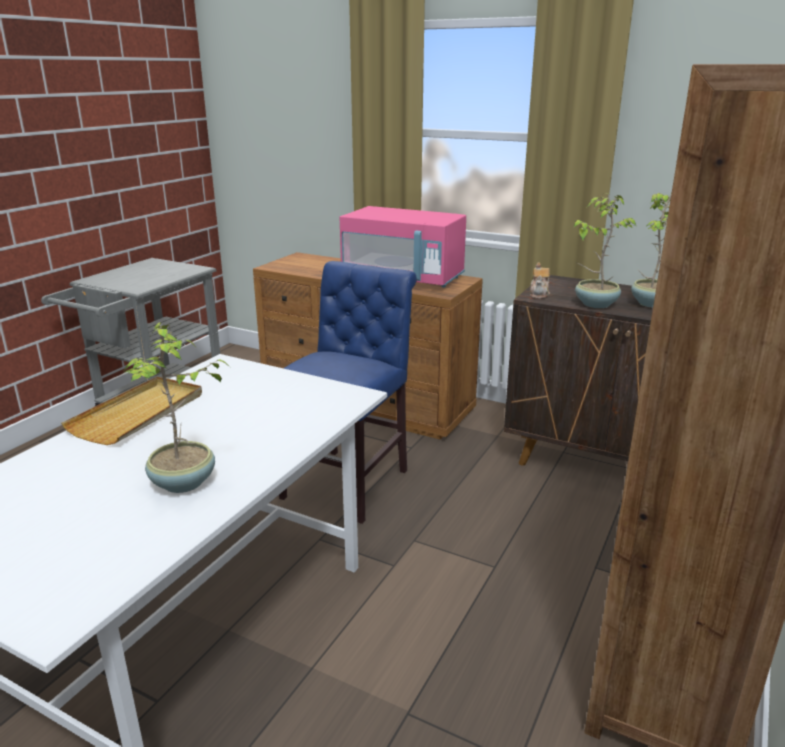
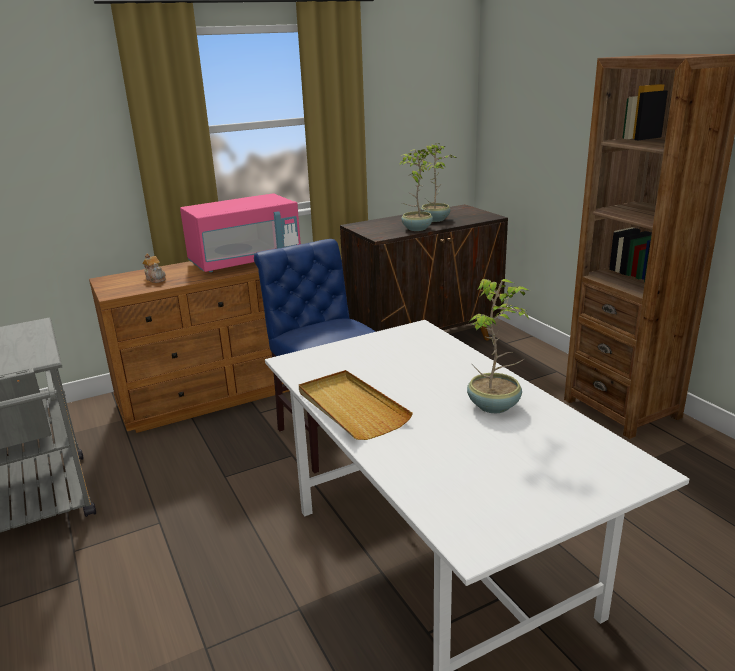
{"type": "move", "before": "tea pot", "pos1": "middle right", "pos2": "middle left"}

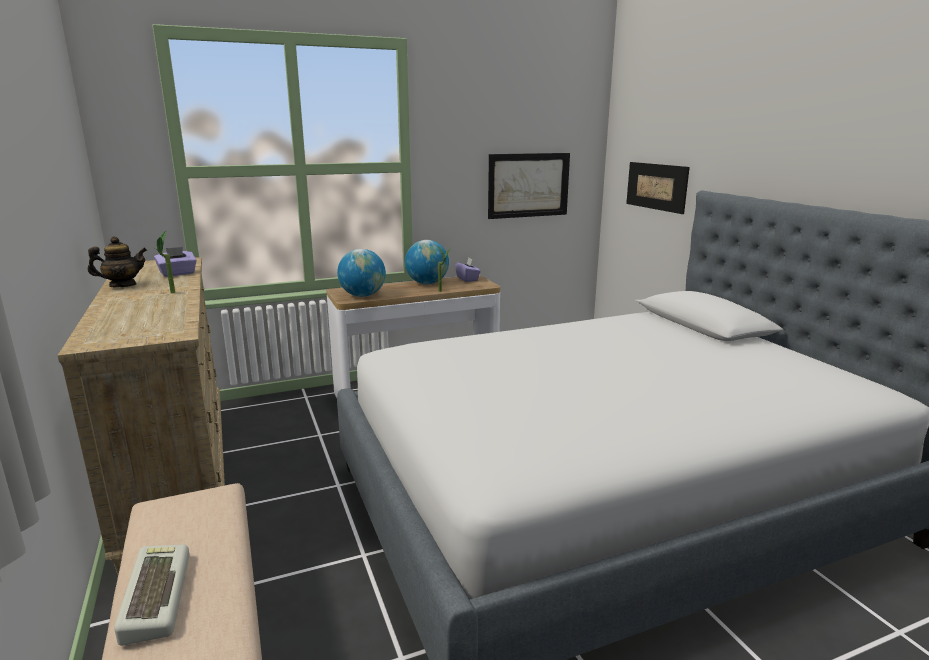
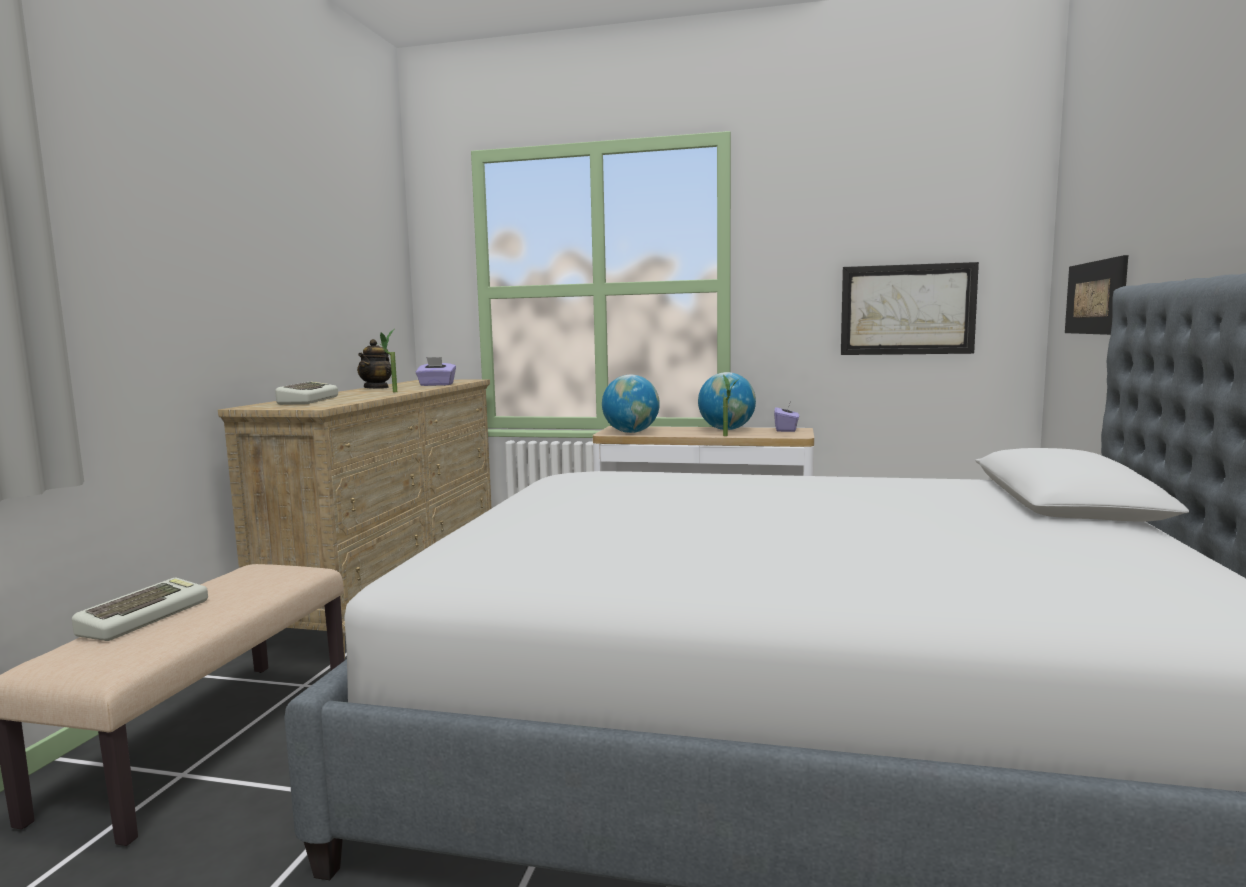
{"type": "rotate", "before": "tea pot", "pos1": "middle left", "pos2": "middle left", "turn": 90}
{"type": "insert", "after": "computer keyboard (2nd from left)", "pos2": "middle left"}

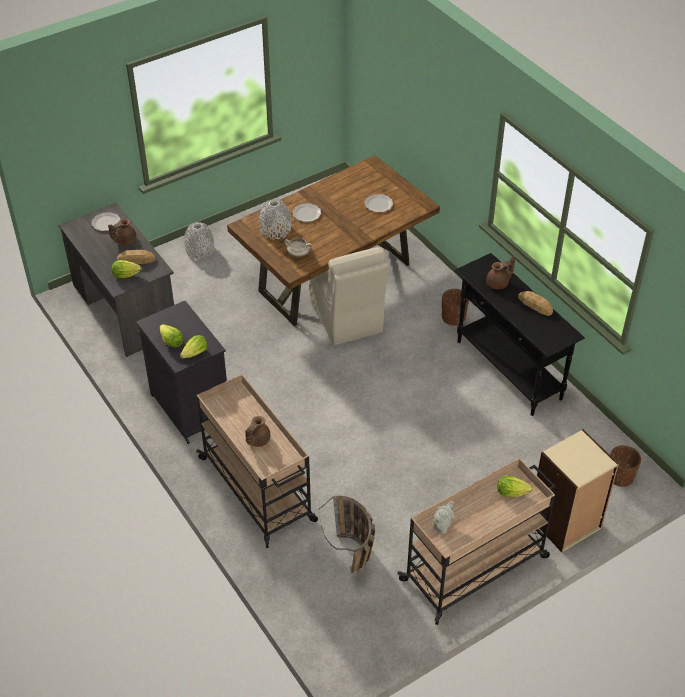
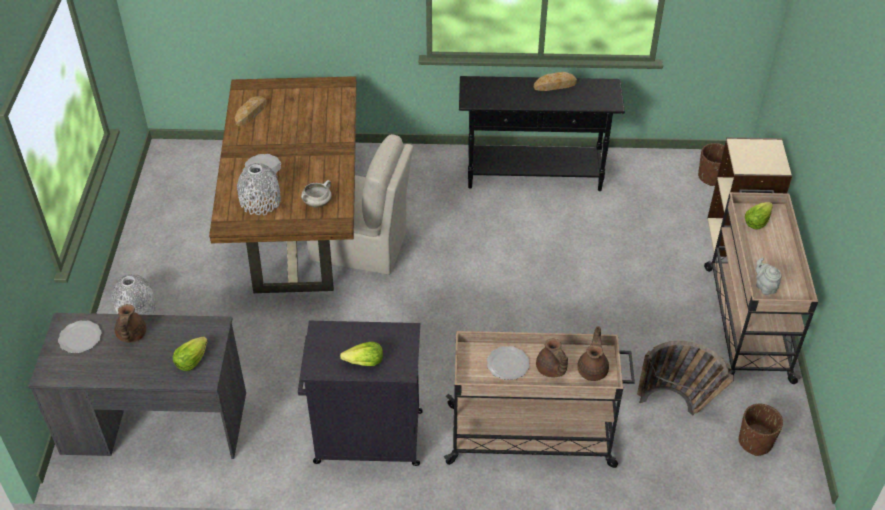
{"type": "move", "before": "dinner plate (3rd from left)", "pos1": "top centre", "pos2": "bottom centre"}
{"type": "move", "before": "bakery bread (1st from left)", "pos1": "middle left", "pos2": "top left"}
{"type": "move", "before": "brown-coloured tea pot (3rd from left)", "pos1": "middle right", "pos2": "bottom right"}
{"type": "move", "before": "brown-coloured plant pot (1st from left in the first image)", "after": "brown-coloured plant pot (2nd from left)", "pos1": "centre", "pos2": "bottom right"}
{"type": "delete", "before": "lettuce (3rd from left)", "pos1": "middle left"}

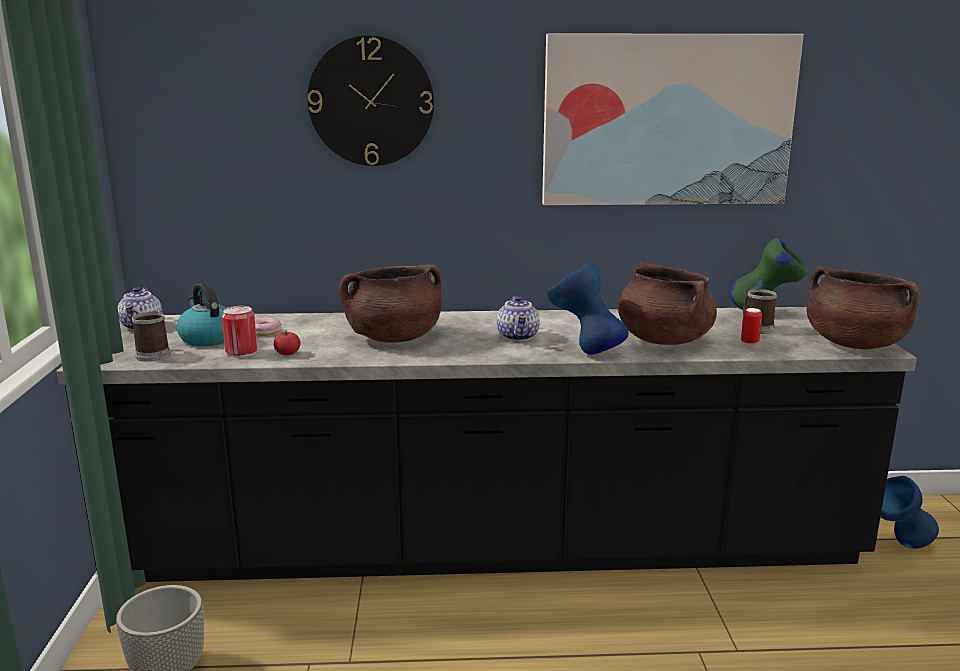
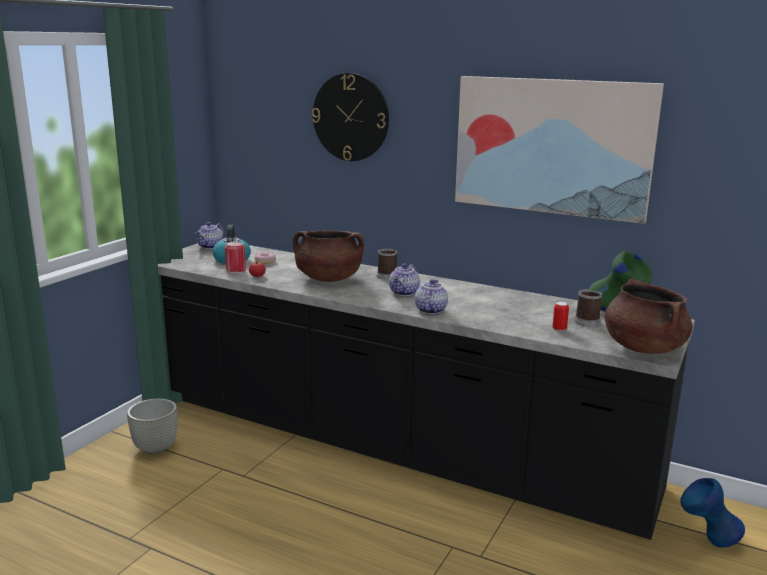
{"type": "delete", "before": "brown-coloured saucepot (2nd from left)", "pos1": "middle right"}
{"type": "replace", "before": "blue-coloured vase (1st from left)", "after": "tea pot (3rd from left)", "pos1": "centre", "pos2": "centre"}
{"type": "move", "before": "tea mug (1st from left)", "pos1": "middle left", "pos2": "centre"}

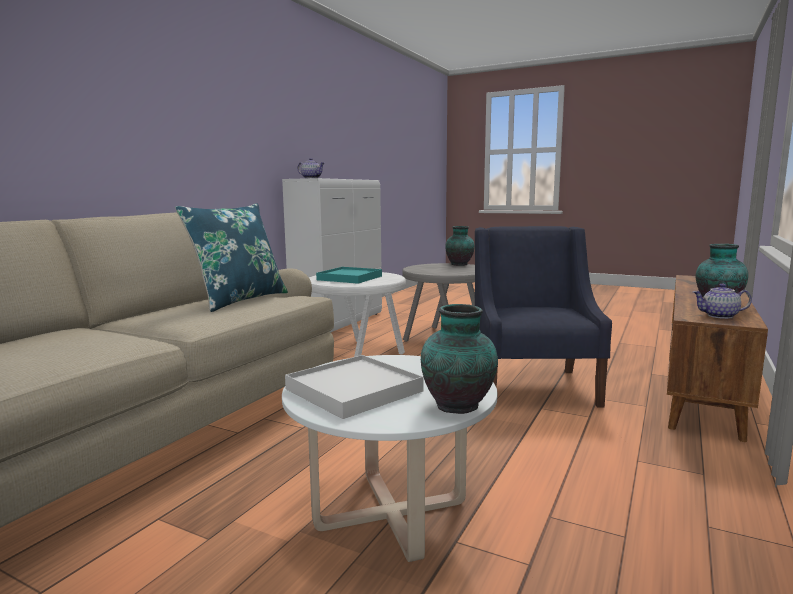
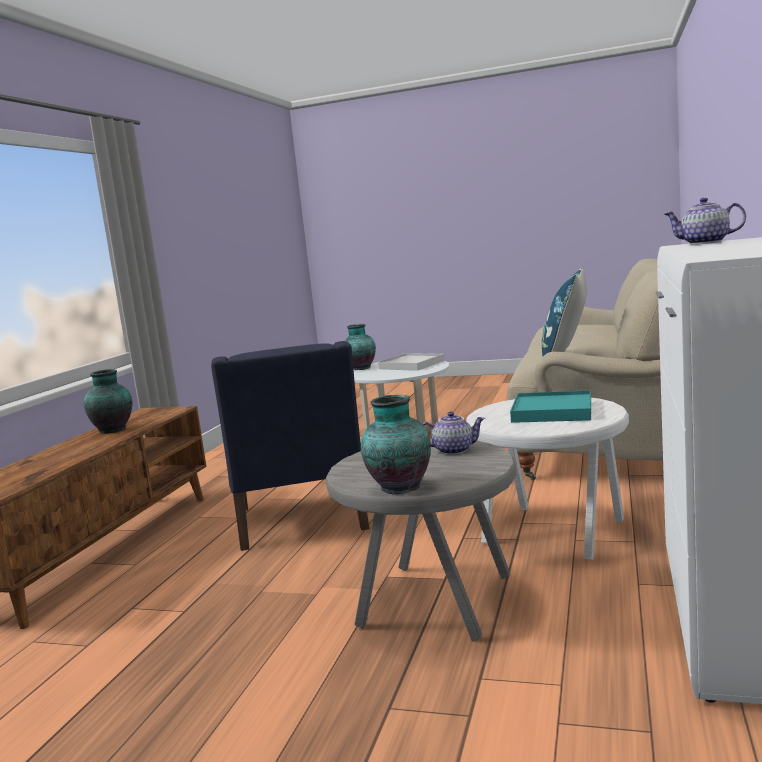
{"type": "move", "before": "tea pot (2nd from left in the first image)", "after": "tea pot (1st from left)", "pos1": "middle right", "pos2": "centre"}

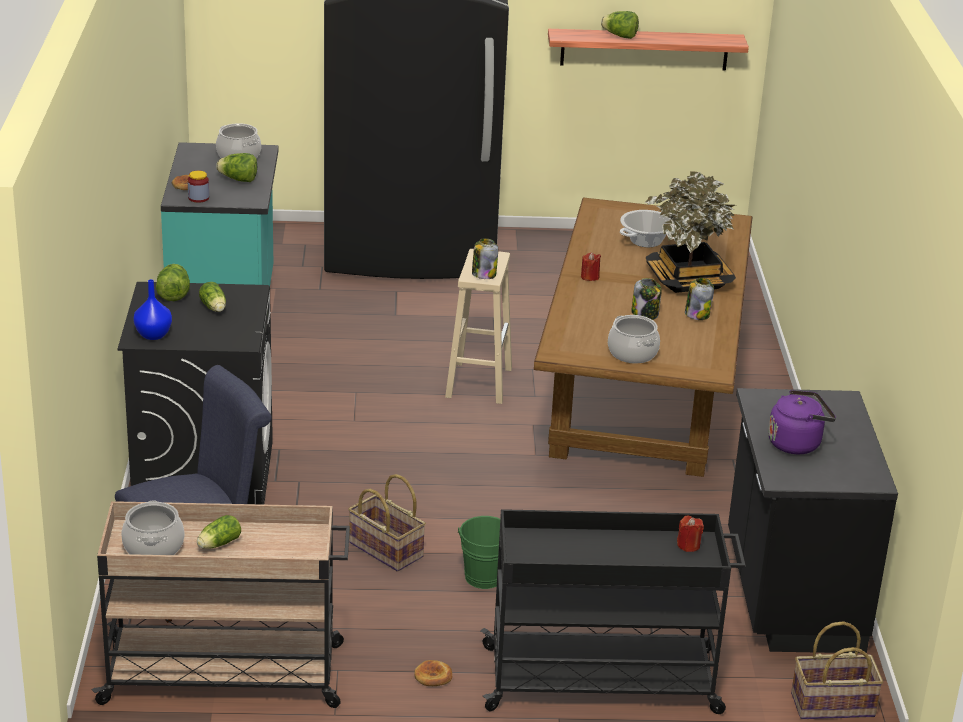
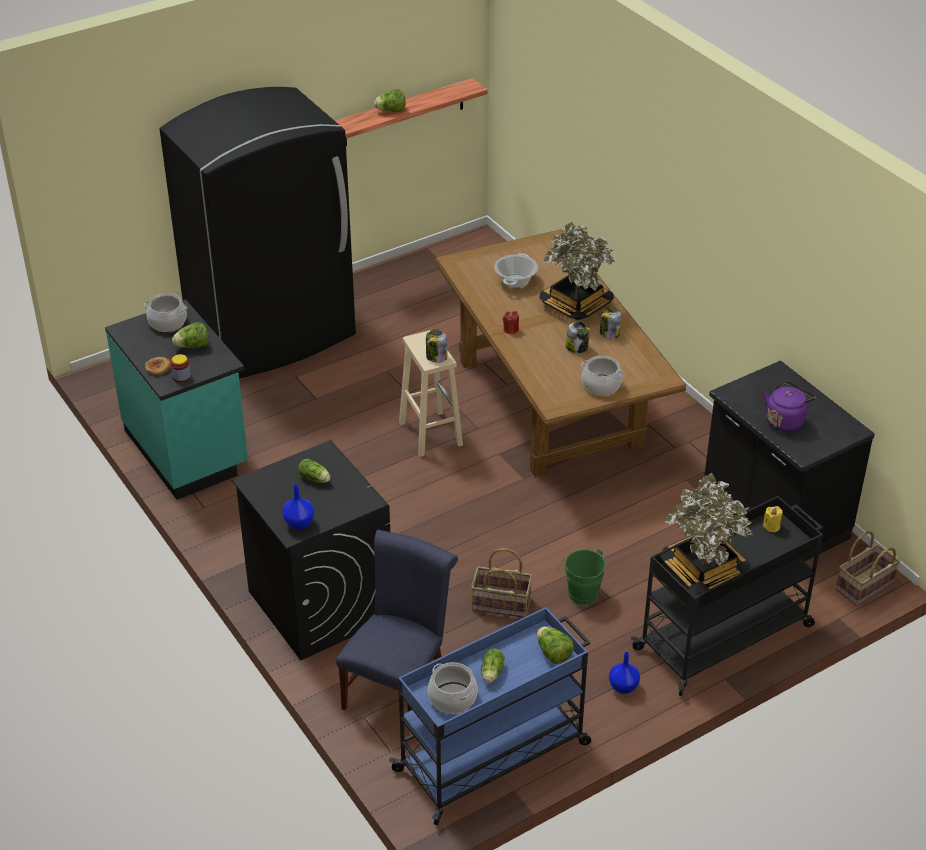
{"type": "move", "before": "lettuce (1st from left in the first image)", "after": "lettuce (5th from left)", "pos1": "middle left", "pos2": "bottom centre"}
{"type": "recolor", "before": "beige-coloured trolley", "after": "blue-coloured trolley", "pos1": "bottom left", "pos2": "bottom centre"}
{"type": "recolor", "before": "red candle (2nd from left)", "after": "yellow candle", "pos1": "bottom right", "pos2": "middle right"}
{"type": "replace", "before": "bakery bread (2nd from left)", "after": "blue-coloured vase (2nd from left)", "pos1": "bottom centre", "pos2": "bottom right"}
{"type": "insert", "after": "houseplant (2nd from left)", "pos2": "middle right"}

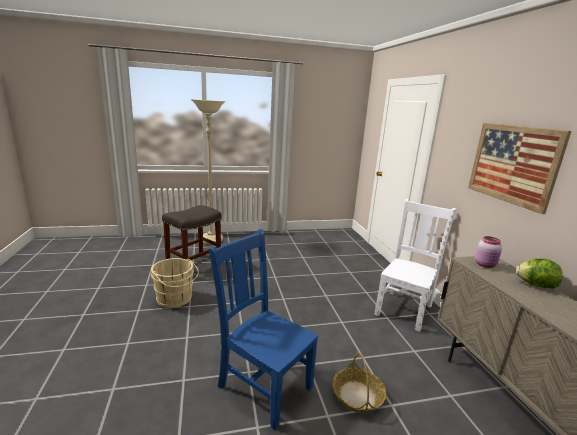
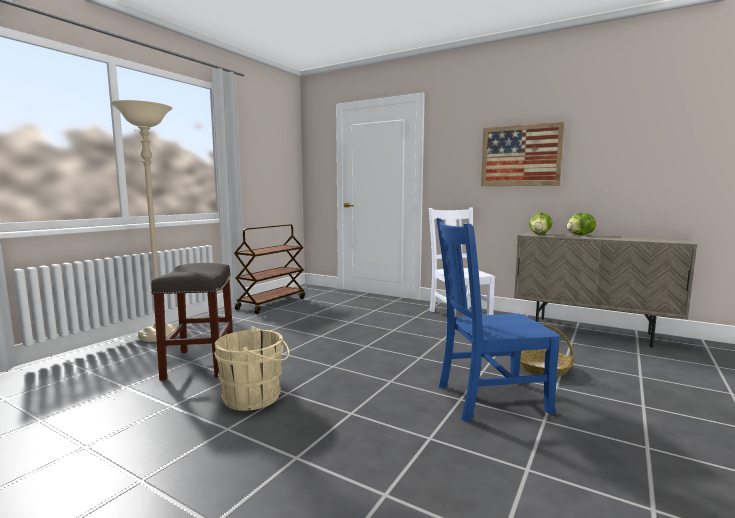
{"type": "replace", "before": "pink-coloured jar", "after": "lettuce (1st from left)", "pos1": "middle right", "pos2": "middle right"}
{"type": "insert", "after": "brown-coloured trolley", "pos2": "centre"}

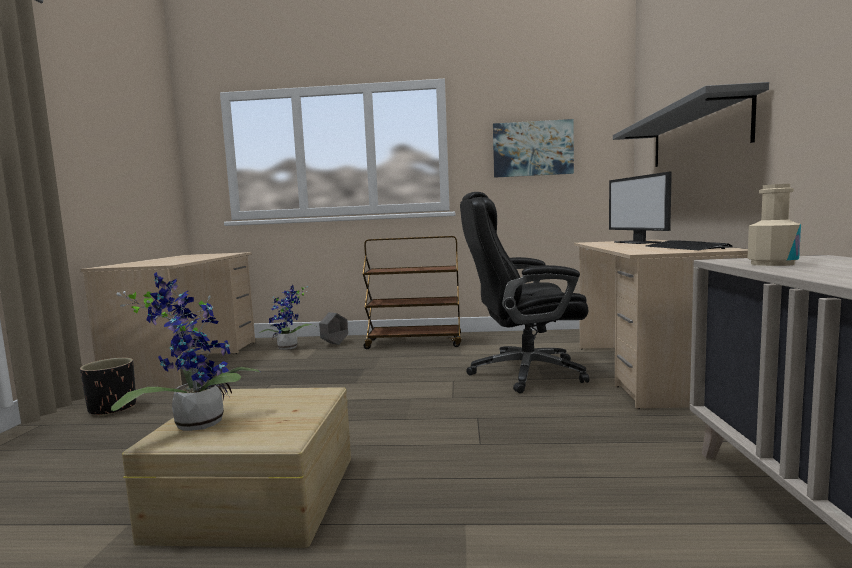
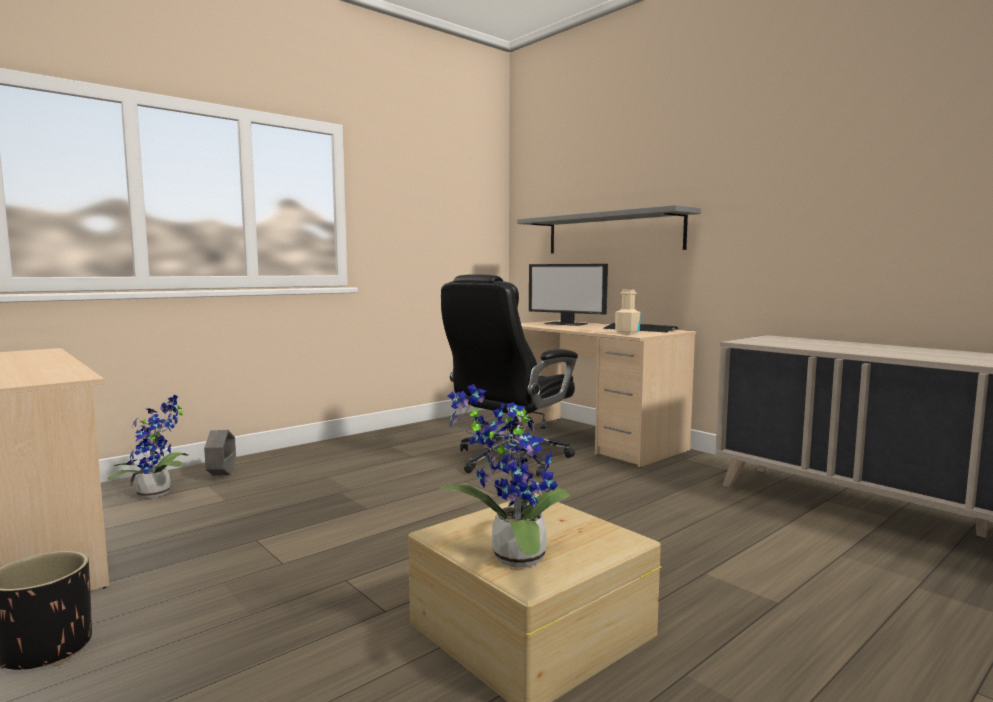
{"type": "delete", "before": "wall picture", "pos1": "top centre"}
{"type": "move", "before": "beige-coloured bottle", "pos1": "middle right", "pos2": "centre"}
{"type": "delete", "before": "brown-coloured trolley", "pos1": "centre"}

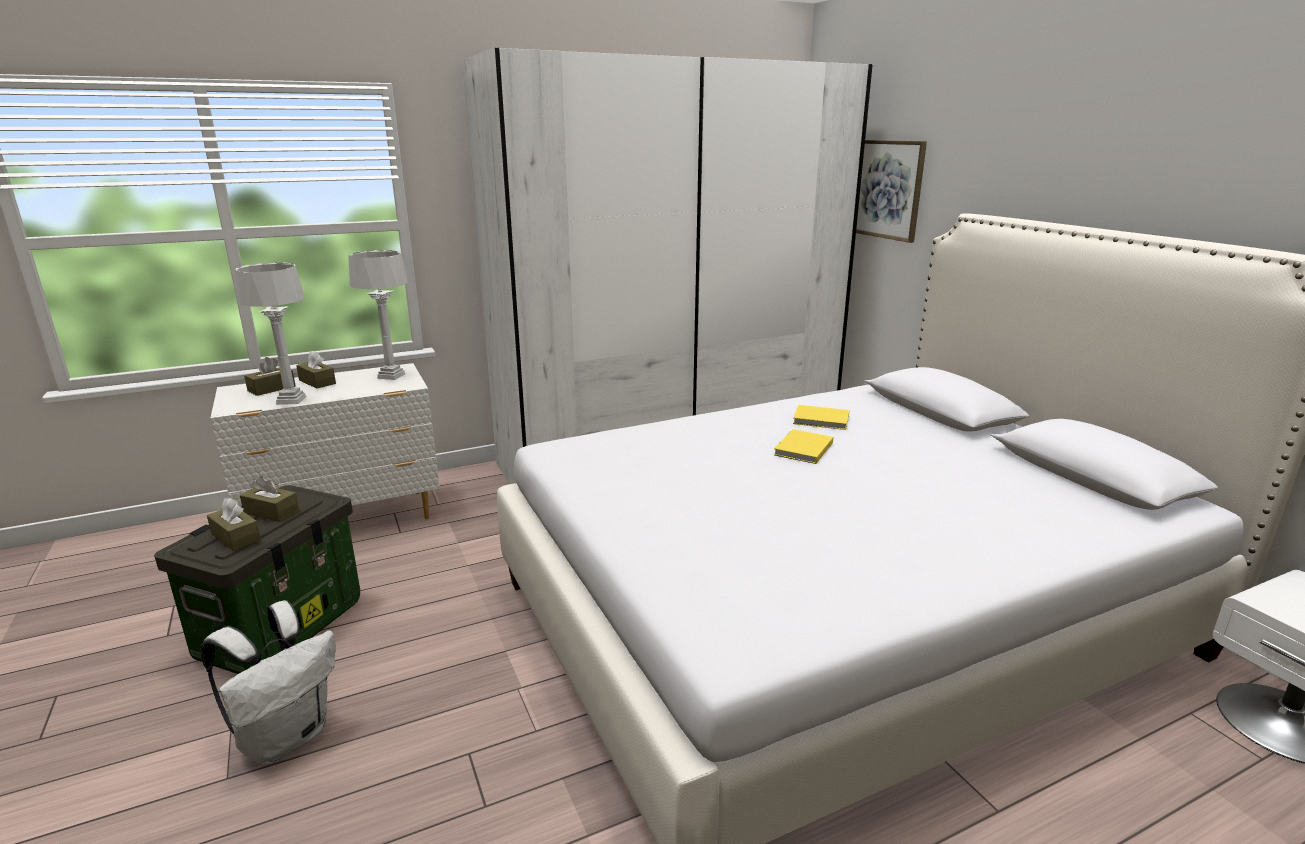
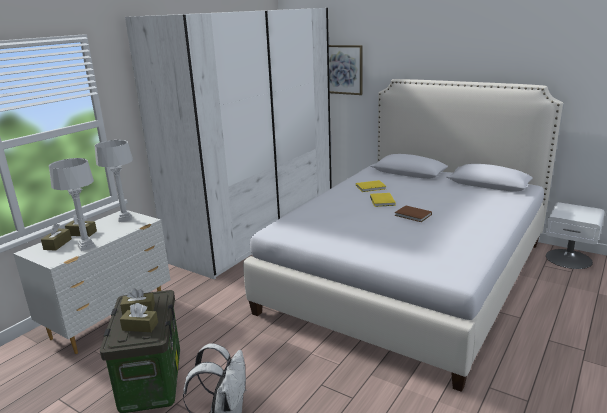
{"type": "insert", "after": "brown-coloured book", "pos2": "middle right"}

